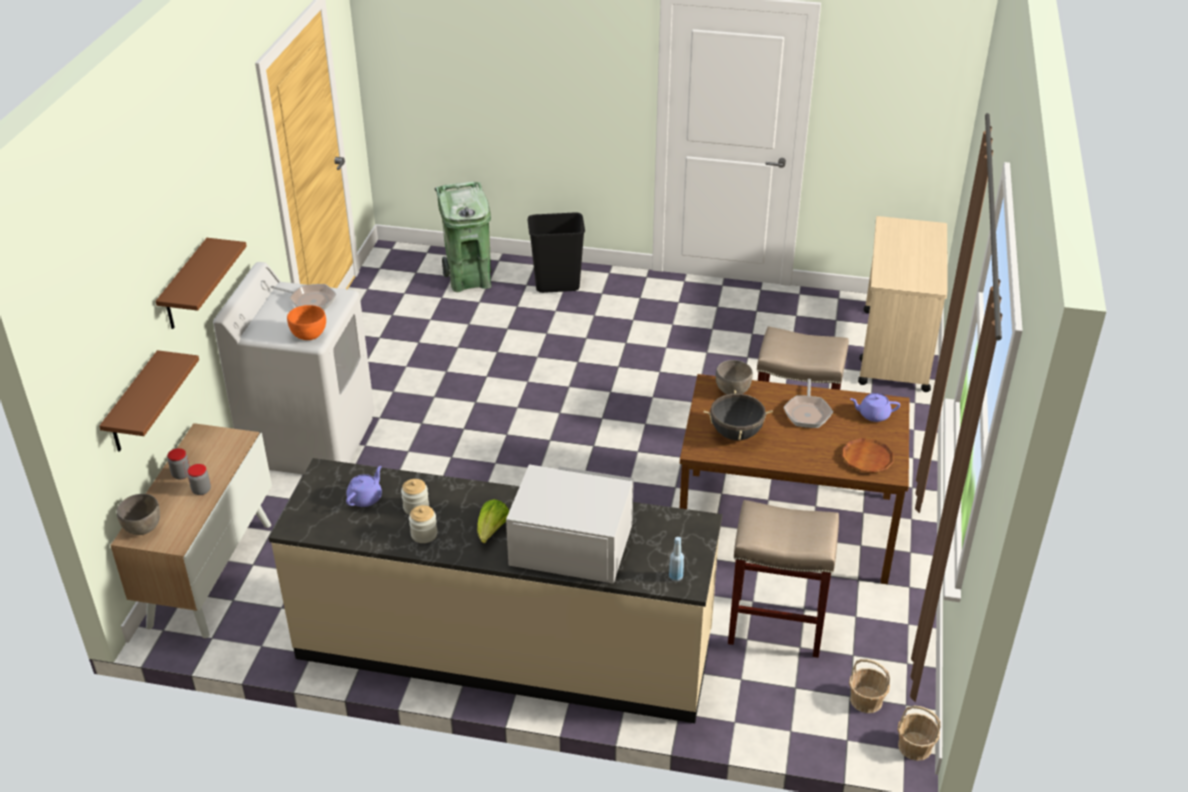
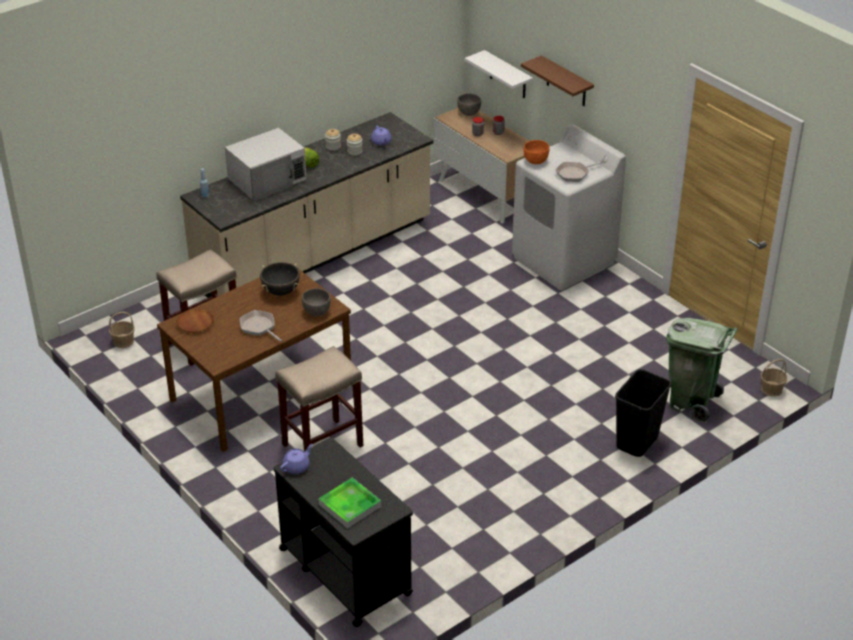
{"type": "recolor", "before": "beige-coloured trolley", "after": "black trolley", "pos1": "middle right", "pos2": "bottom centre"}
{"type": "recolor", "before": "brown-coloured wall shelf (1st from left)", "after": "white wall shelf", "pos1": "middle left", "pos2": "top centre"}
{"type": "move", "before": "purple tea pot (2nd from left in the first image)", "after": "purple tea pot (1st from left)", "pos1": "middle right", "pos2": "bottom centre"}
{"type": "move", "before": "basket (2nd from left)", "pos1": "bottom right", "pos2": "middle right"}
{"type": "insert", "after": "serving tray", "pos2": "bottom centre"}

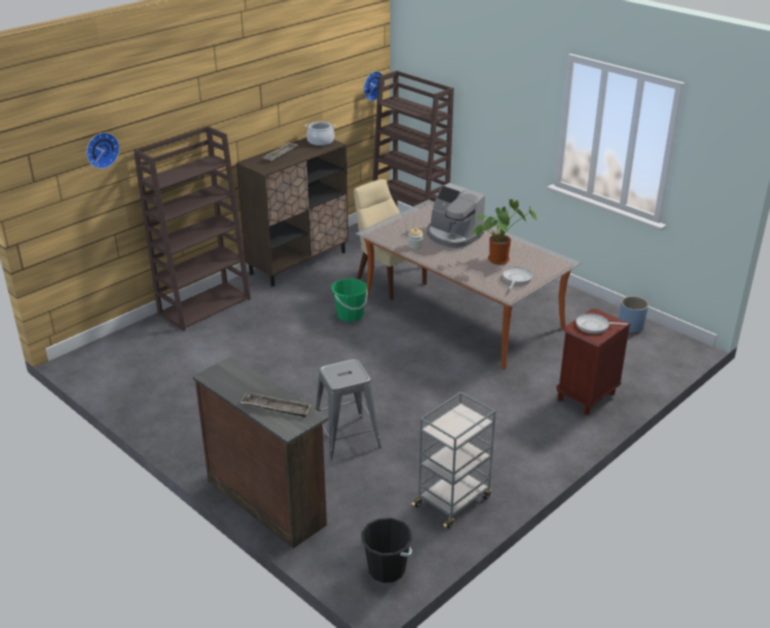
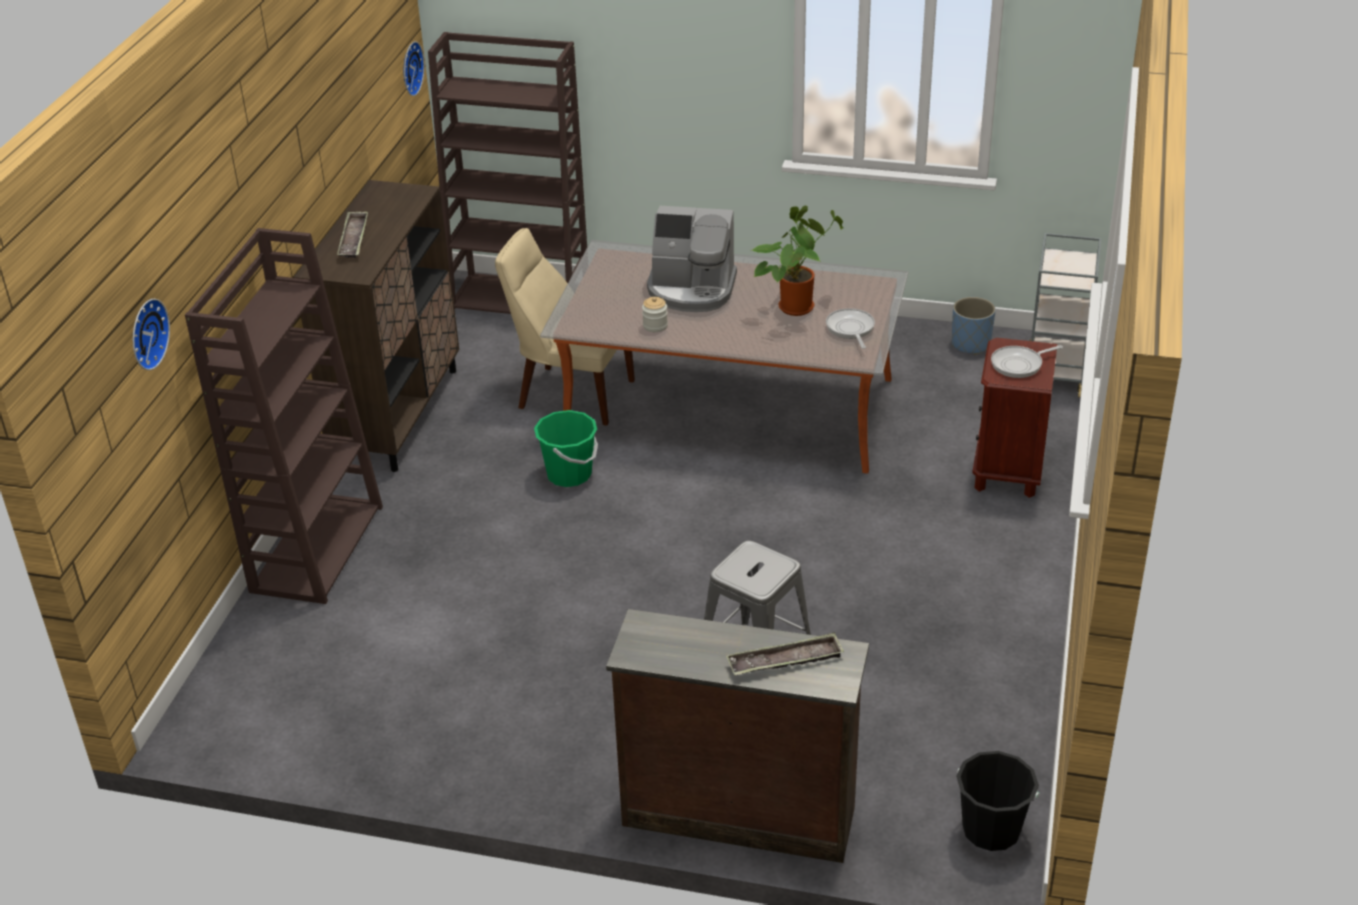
{"type": "delete", "before": "saucepot", "pos1": "top centre"}
{"type": "move", "before": "grey trolley", "pos1": "bottom centre", "pos2": "middle right"}

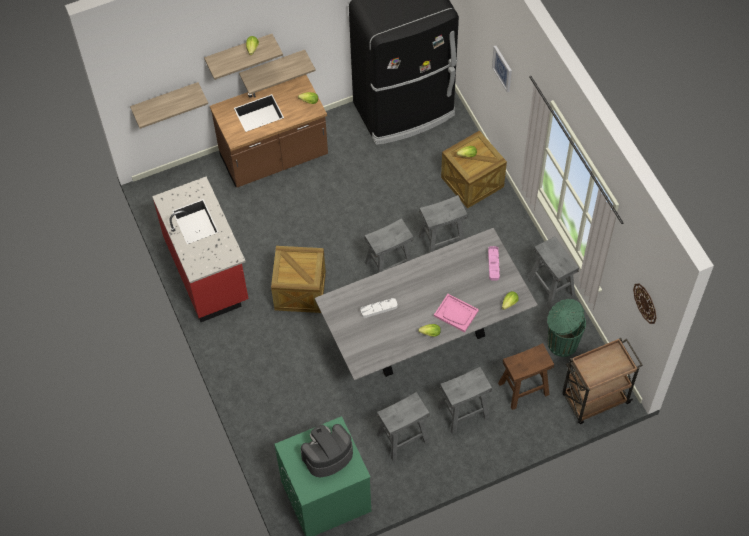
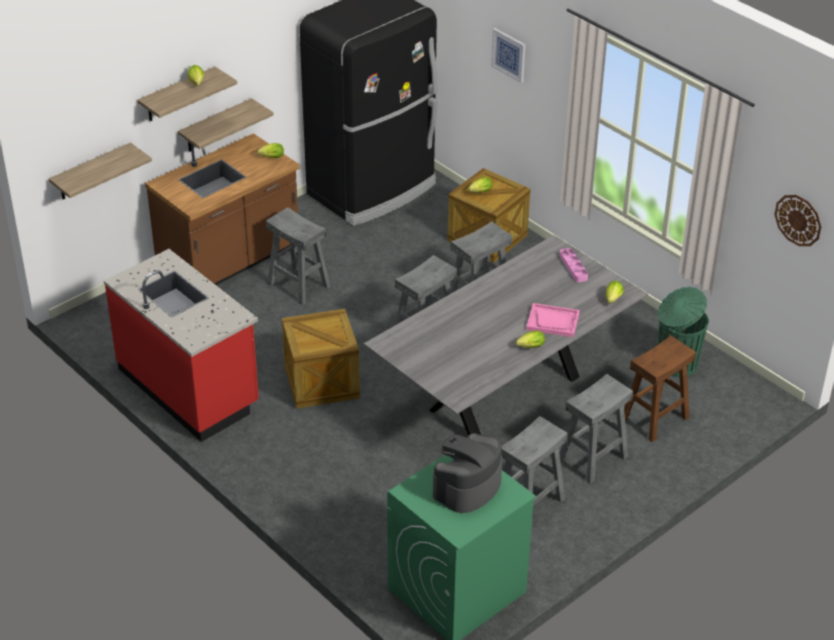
{"type": "move", "before": "grey stool seat (5th from left in the first image)", "after": "grey stool seat (1st from left)", "pos1": "middle right", "pos2": "centre"}
{"type": "delete", "before": "white serving tray", "pos1": "centre"}
{"type": "delete", "before": "brown-coloured trolley", "pos1": "bottom right"}

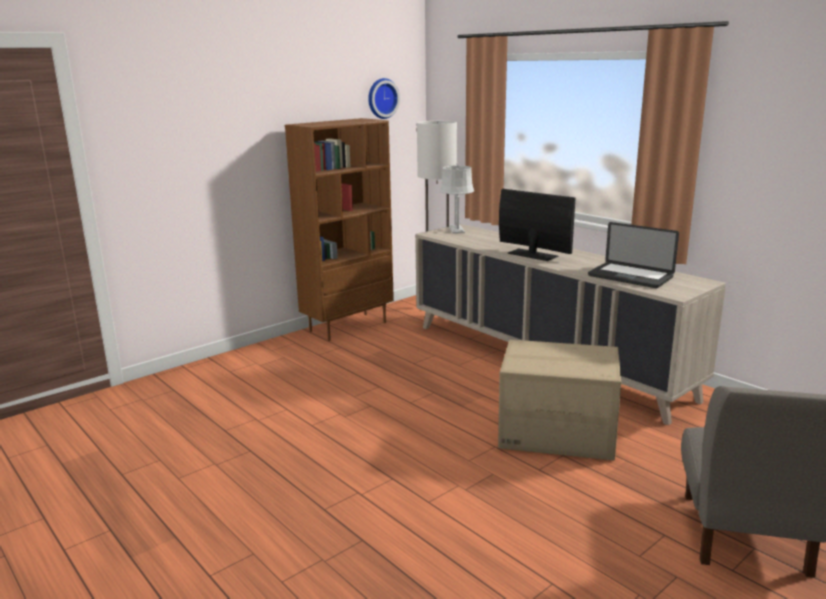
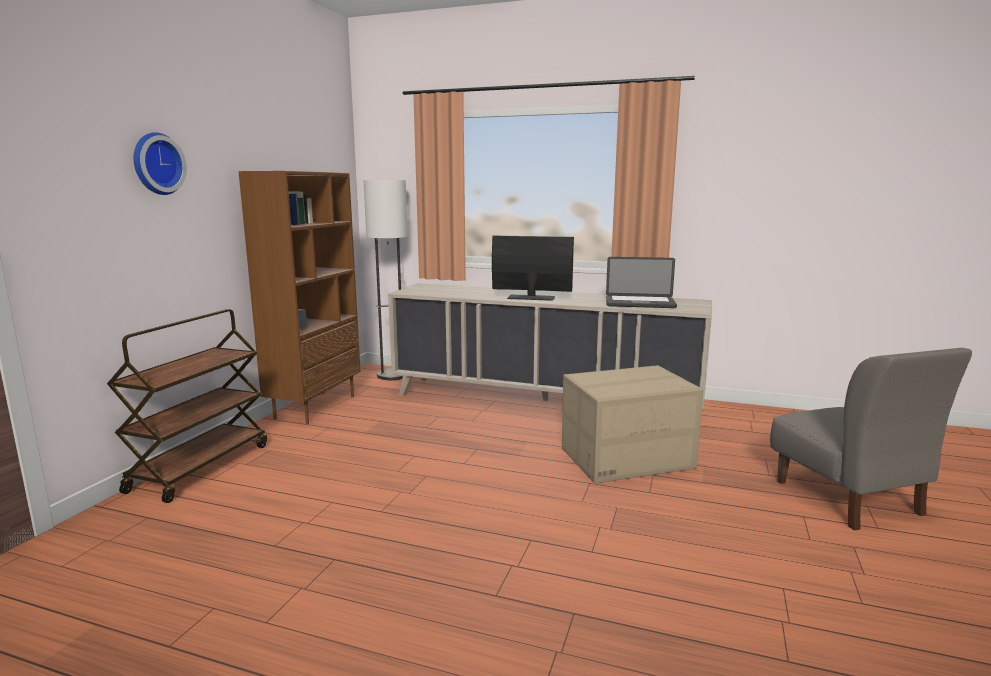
{"type": "move", "before": "hanging clock", "pos1": "top centre", "pos2": "top left"}
{"type": "delete", "before": "grey table lamp", "pos1": "top centre"}
{"type": "insert", "after": "brown-coloured trolley", "pos2": "middle left"}

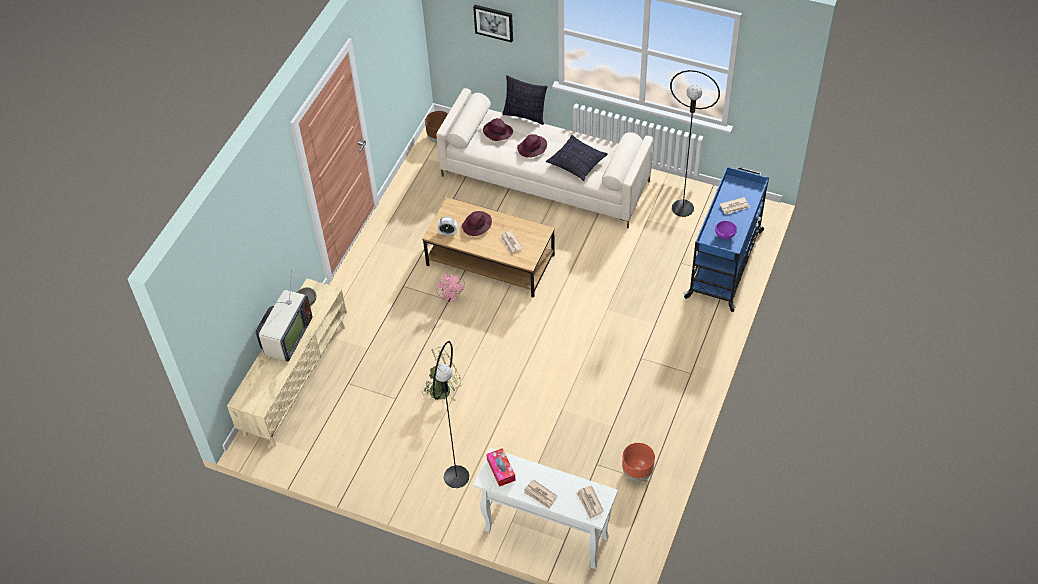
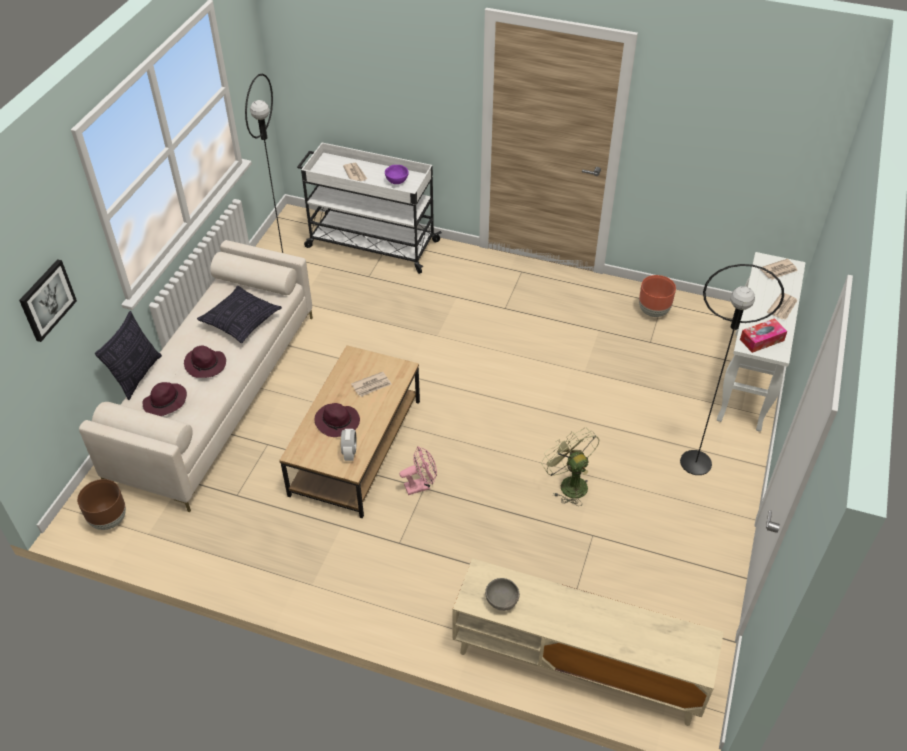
{"type": "recolor", "before": "blue-coloured trolley", "after": "white trolley", "pos1": "middle right", "pos2": "top centre"}
{"type": "delete", "before": "television", "pos1": "middle left"}

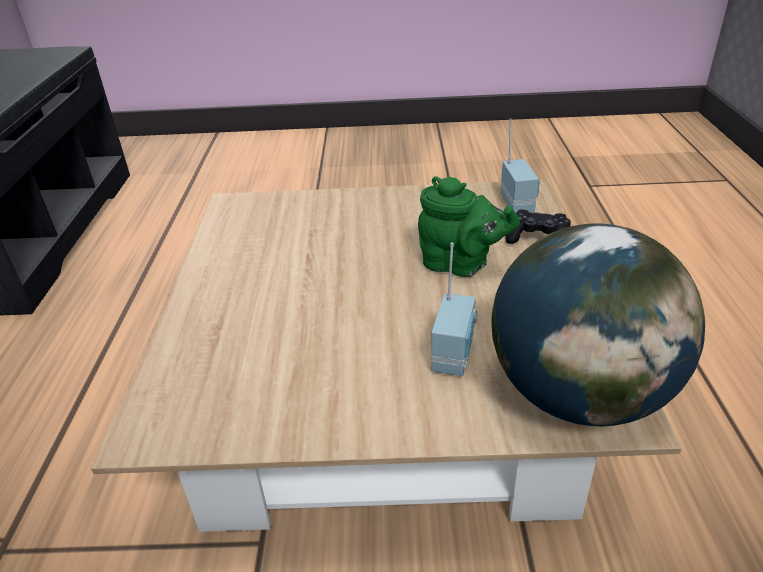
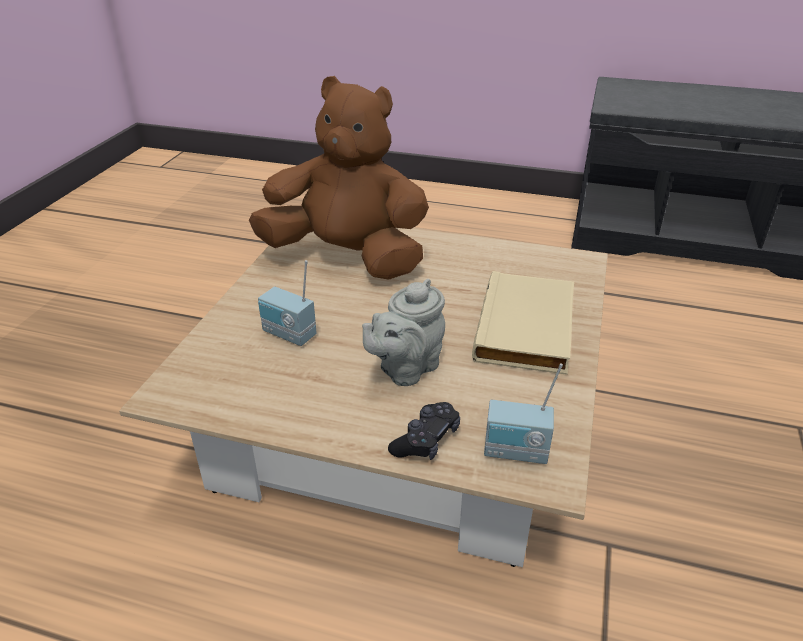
{"type": "recolor", "before": "green-coloured tea pot", "after": "grey tea pot", "pos1": "centre", "pos2": "centre"}
{"type": "delete", "before": "world globe", "pos1": "middle right"}
{"type": "insert", "after": "brown-coloured soft toy", "pos2": "top centre"}
{"type": "insert", "after": "beige-coloured book", "pos2": "centre"}

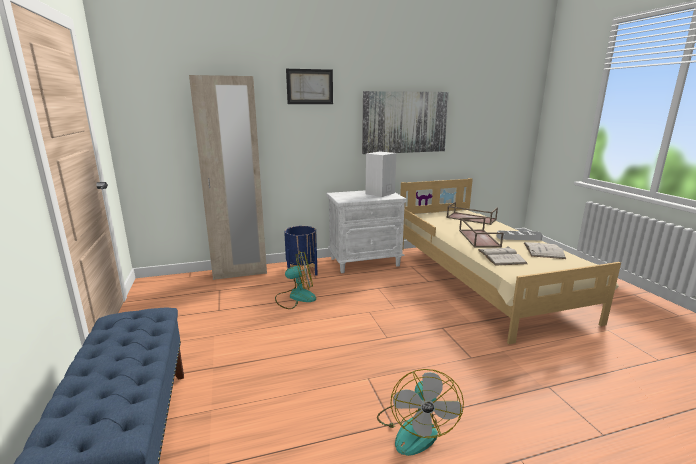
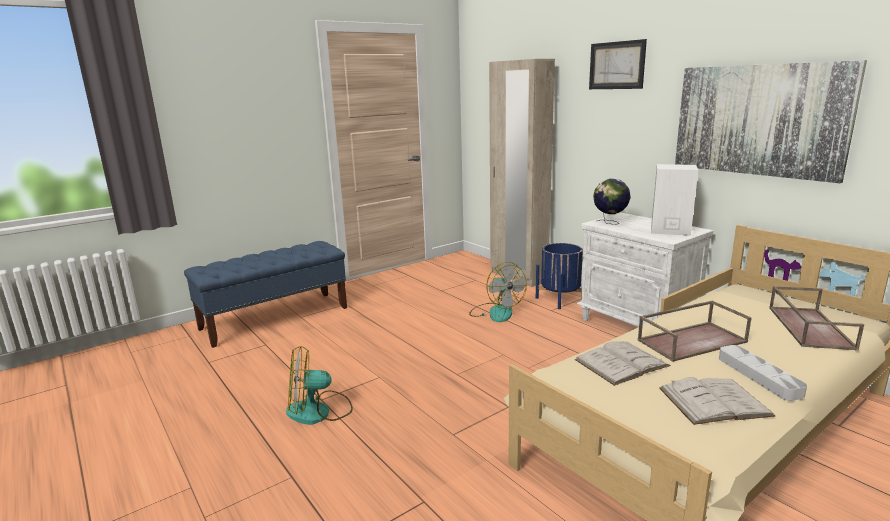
{"type": "insert", "after": "world globe", "pos2": "middle right"}

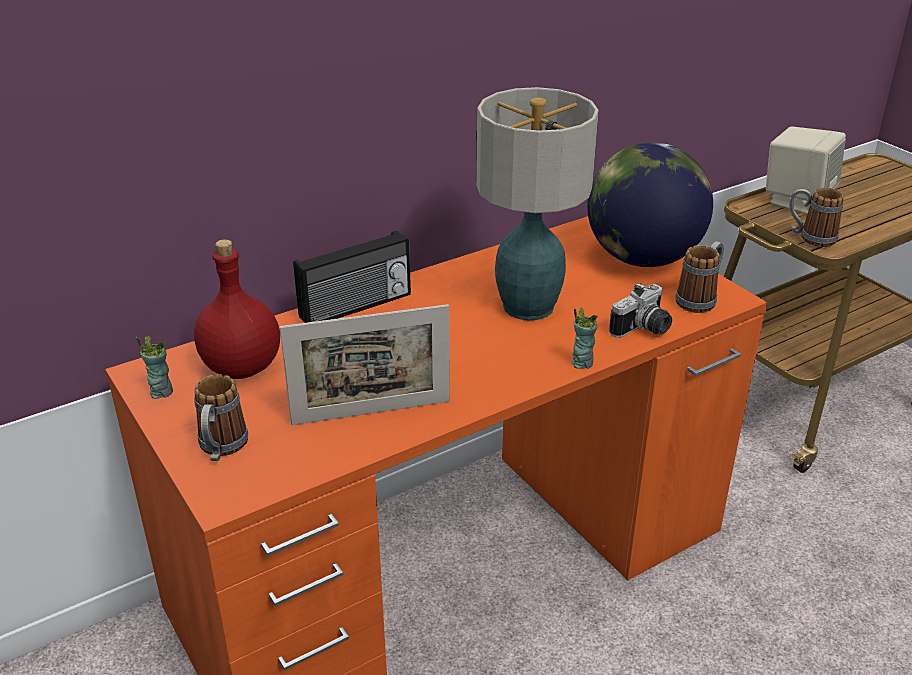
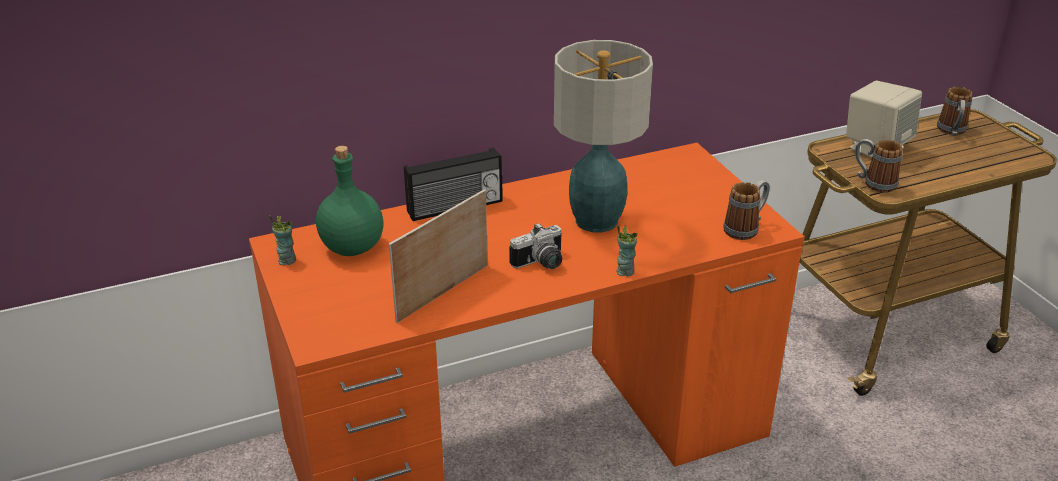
{"type": "delete", "before": "world globe", "pos1": "top right"}
{"type": "recolor", "before": "red bottle", "after": "green-coloured bottle", "pos1": "middle left", "pos2": "middle left"}
{"type": "move", "before": "photo camera", "pos1": "middle right", "pos2": "centre"}
{"type": "rotate", "before": "picture frame", "pos1": "centre", "pos2": "centre", "turn": 135}
{"type": "move", "before": "tea mug (1st from left in the first image)", "after": "tea mug (3rd from left)", "pos1": "middle left", "pos2": "top right"}

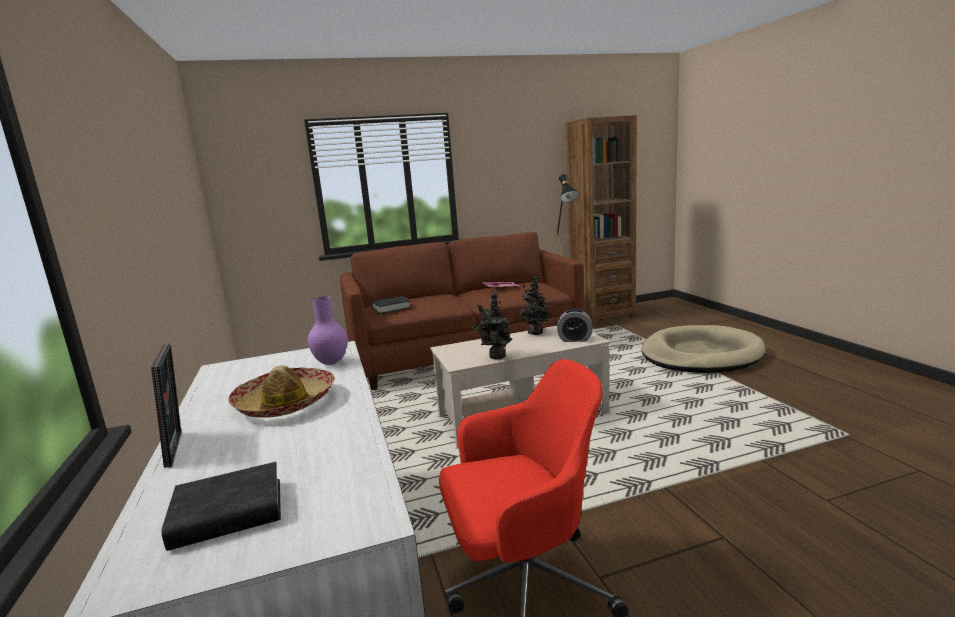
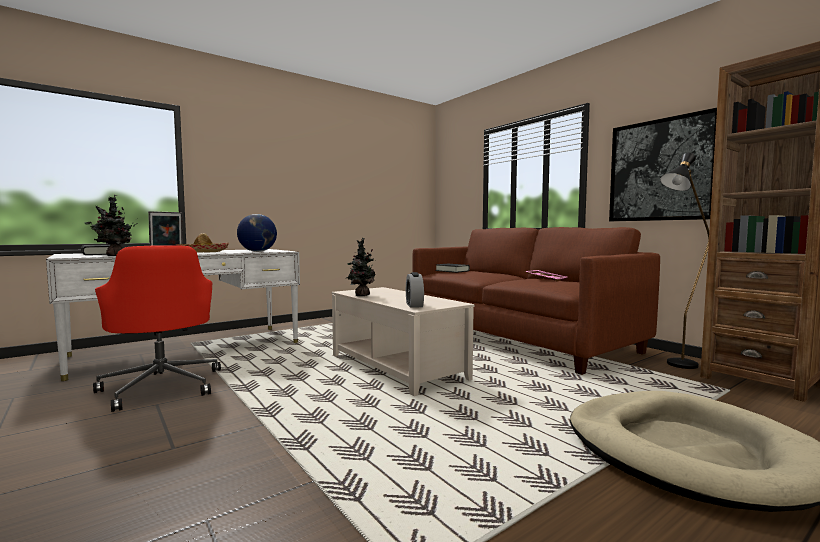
{"type": "move", "before": "houseplant (2nd from left in the first image)", "after": "houseplant (1st from left)", "pos1": "centre", "pos2": "middle left"}
{"type": "replace", "before": "purple vase", "after": "world globe", "pos1": "centre", "pos2": "middle left"}
{"type": "insert", "after": "wall picture", "pos2": "top right"}

